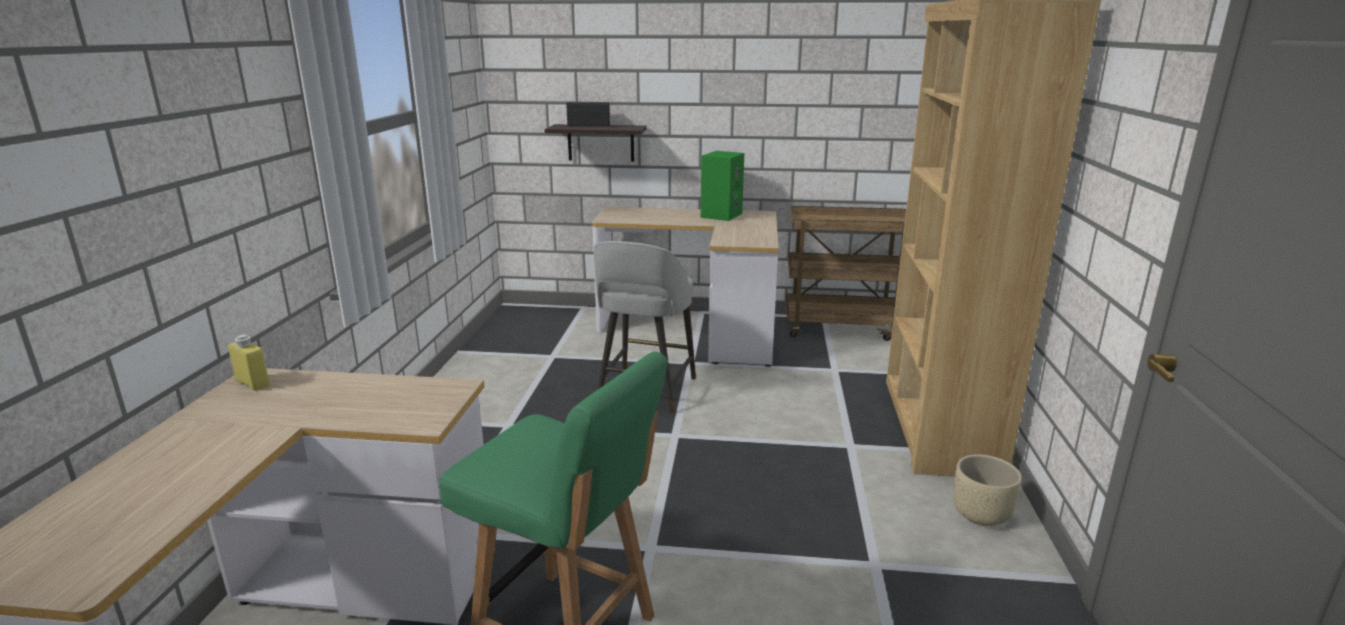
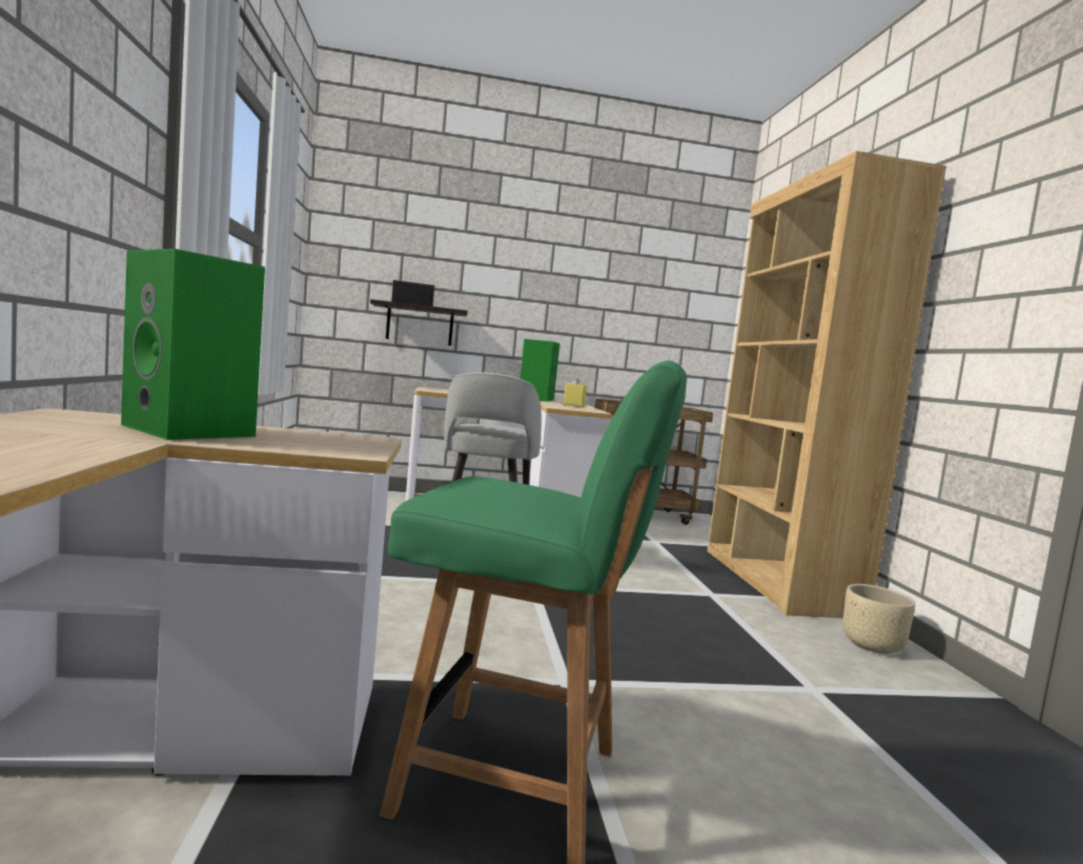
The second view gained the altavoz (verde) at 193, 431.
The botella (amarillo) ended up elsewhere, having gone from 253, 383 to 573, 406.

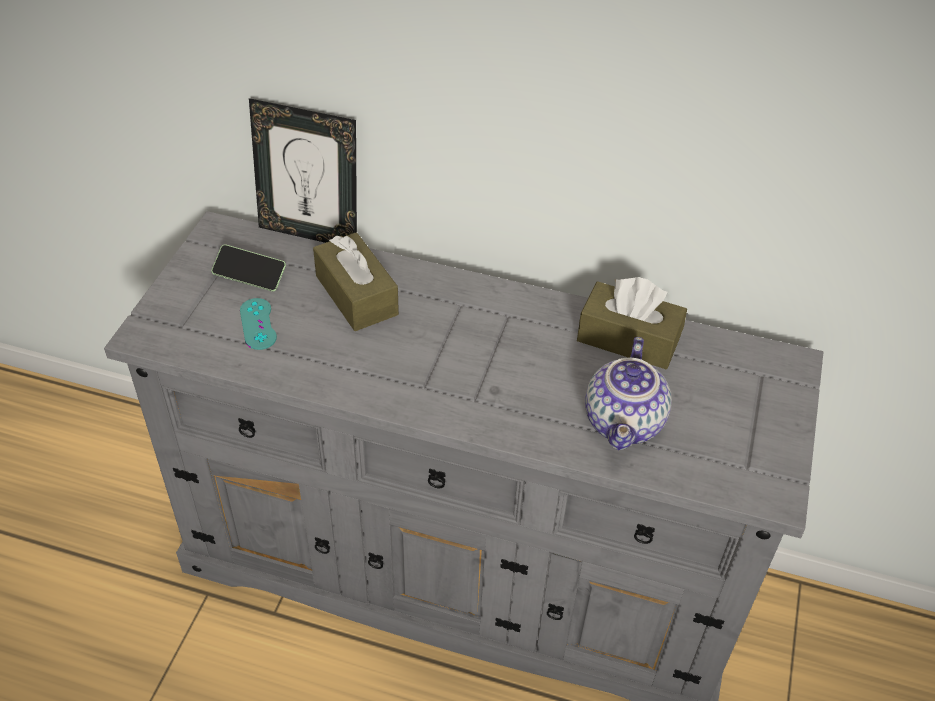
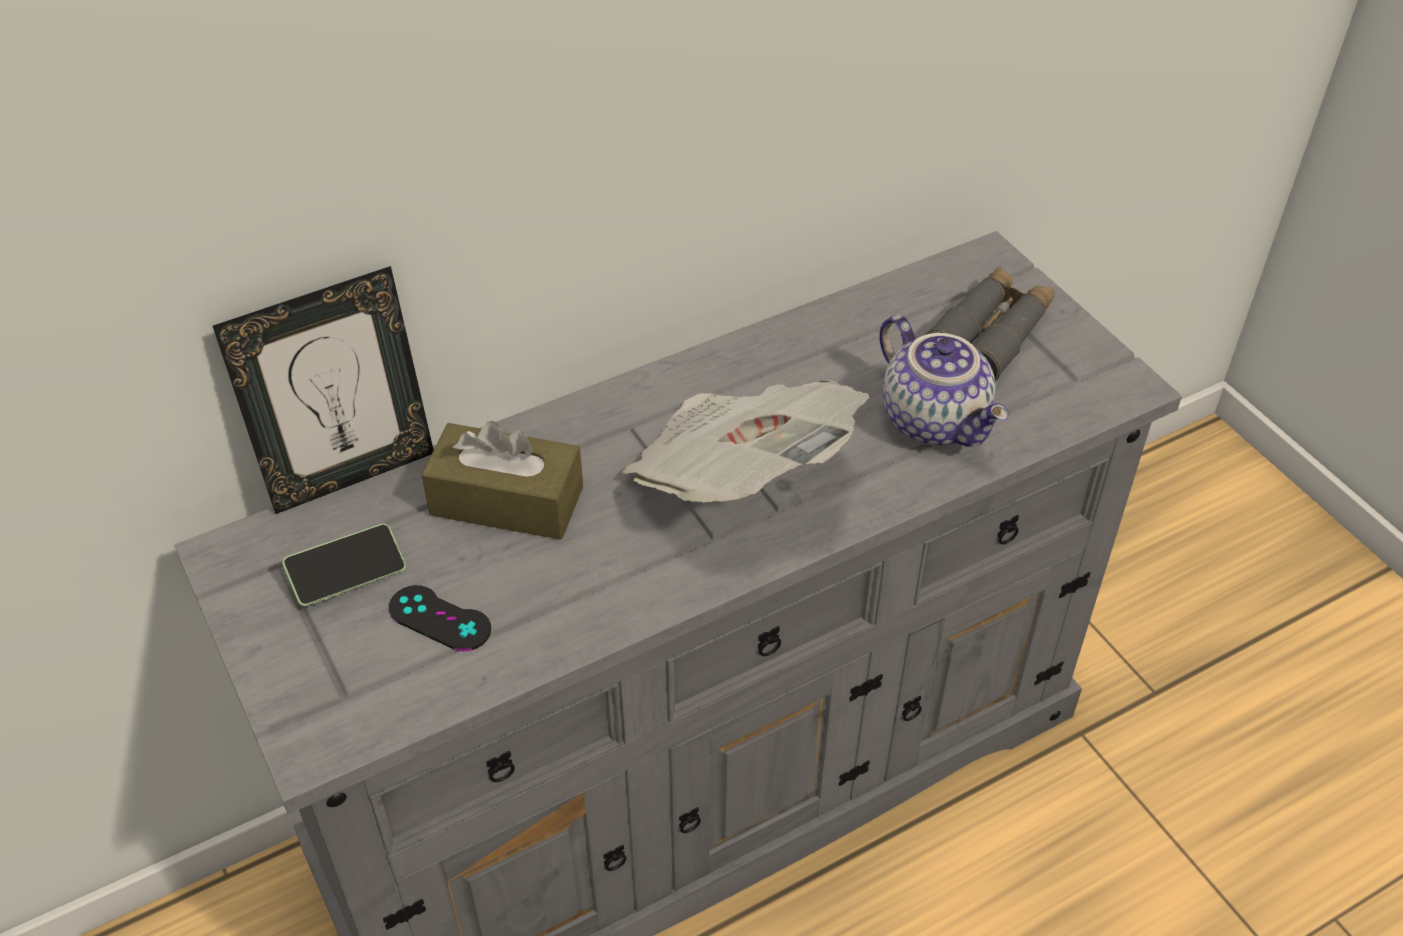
The second view lost the caja de pañuelos (marrón) at 628, 339.
The second view gained the periódico at 740, 477.
The second view gained the prismáticos (gris) at 990, 335.
What was the mando de consola (turquesa) at 258, 324 turned into the mando de consola (negro) at 440, 618.

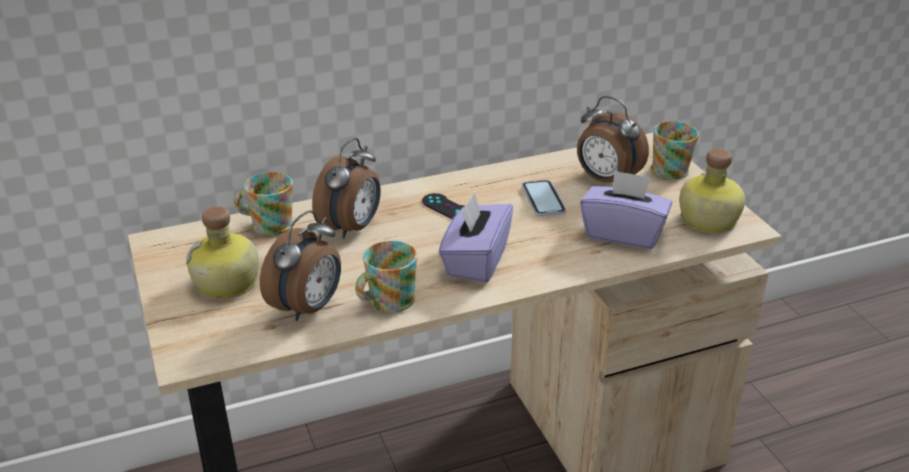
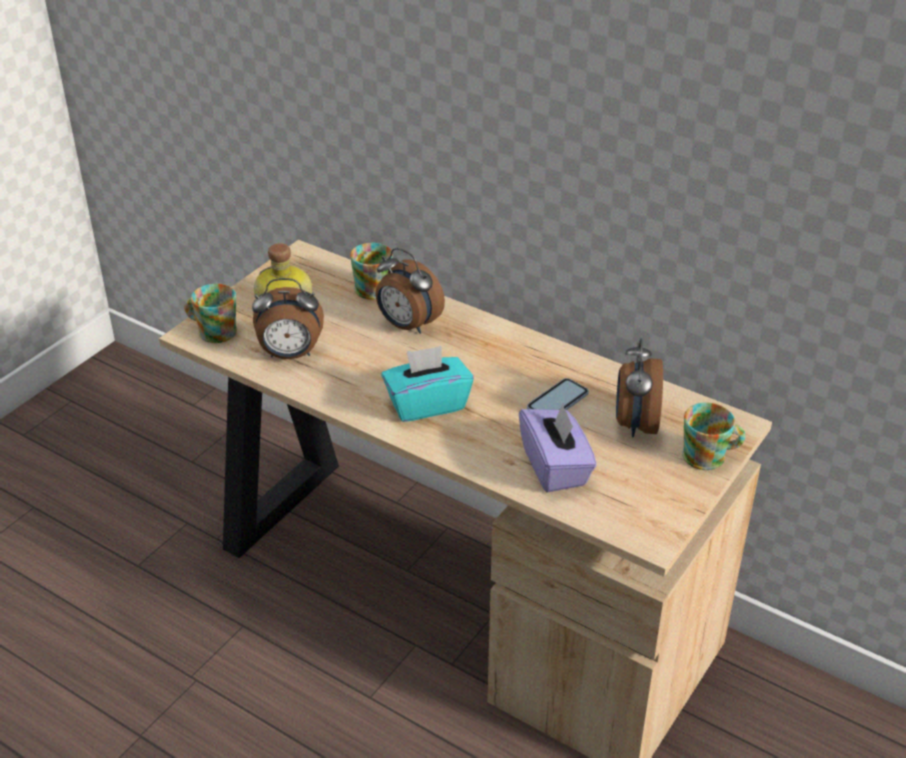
The second view lost the mando de consola (negro) at 446, 207.
The second view lost the botella at 706, 220.
The taza grande ended up elsewhere, having gone from 386, 301 to 213, 331.
What was the caja de pañuelos (morado) at 475, 261 turned into the caja de pañuelos (turquesa) at 427, 404.
The despertador at 352, 228 ended up facing another way, 45 degrees clockwise from before.

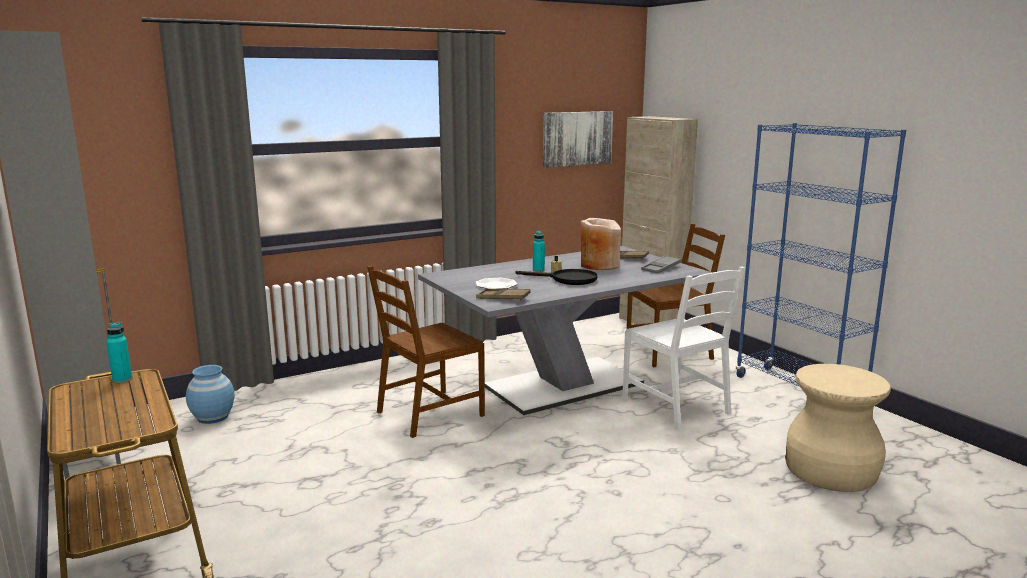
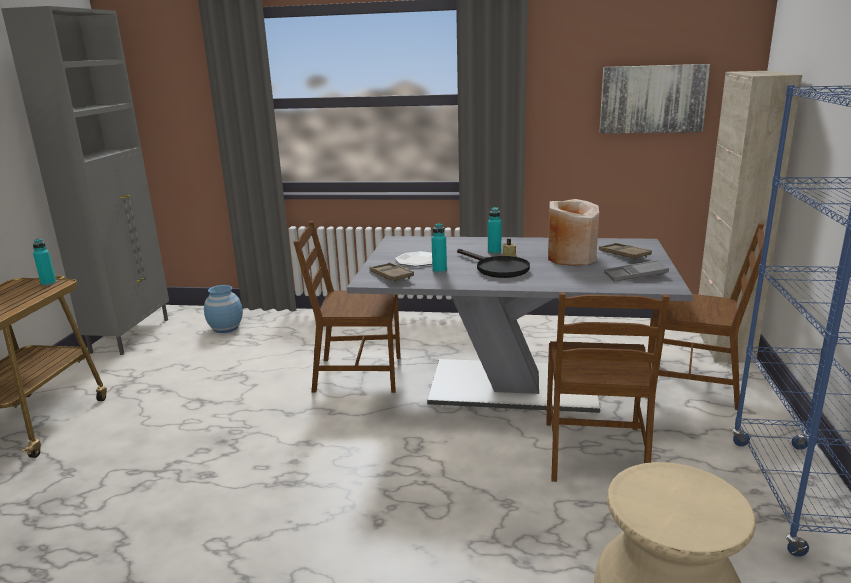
The second view gained the botella (turquesa) at 439, 271.
What was the silla (blanco) at 677, 406 turned into the silla (marrón) at 595, 453.

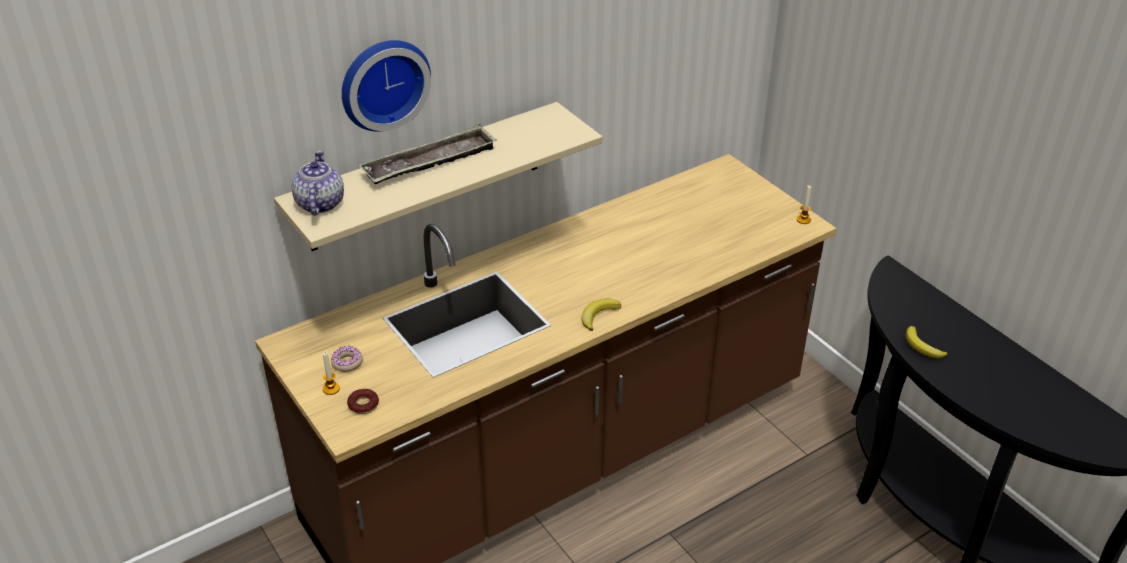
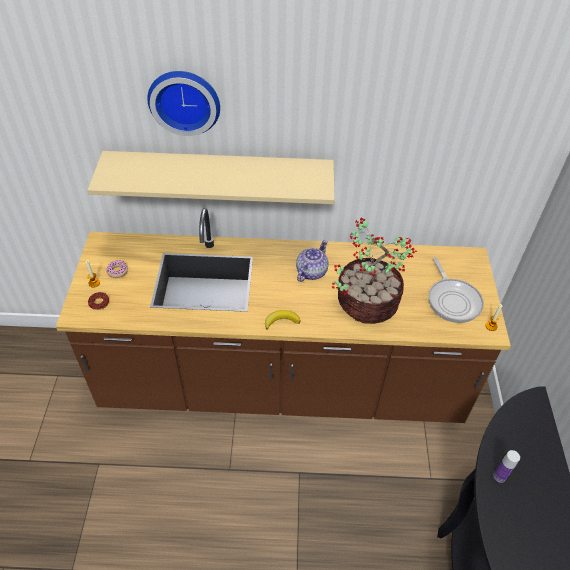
The second view lost the bandeja at 430, 162.
The second view gained the planta en maceta at 365, 303.
The second view gained the sartén at 452, 300.
The tetera ended up elsewhere, having gone from 319, 204 to 311, 272.
Where the plátano stood at 922, 347, the botella came to stand at 499, 476.

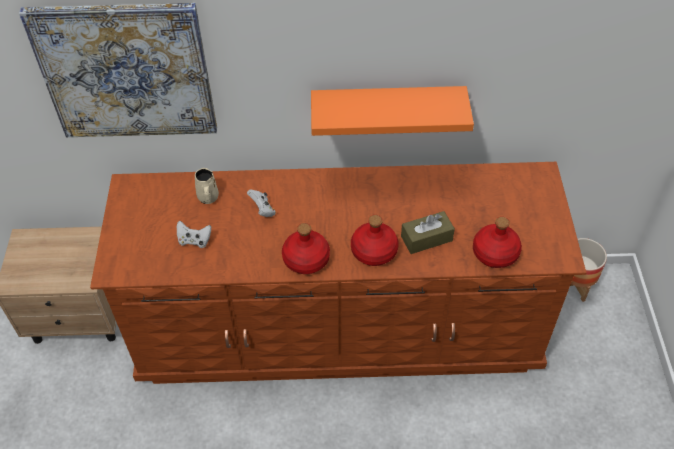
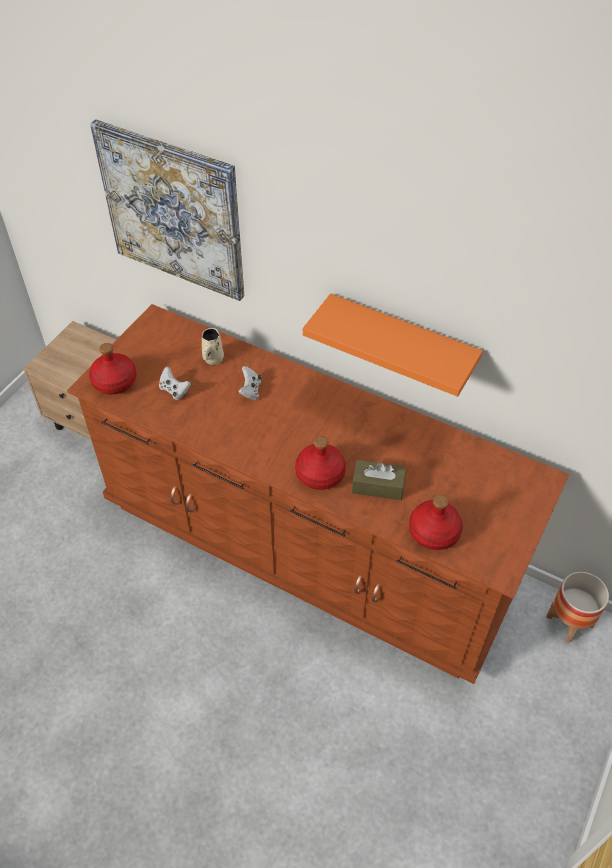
The botella (rojo) ended up elsewhere, having gone from 306, 260 to 115, 382.

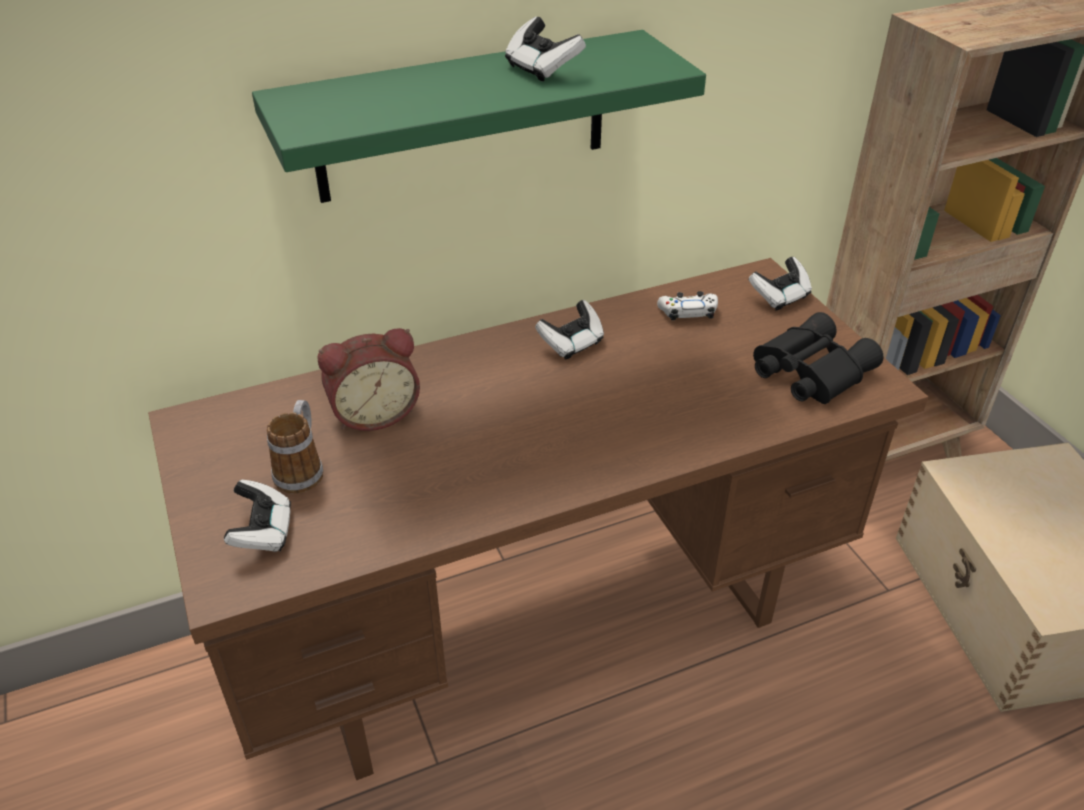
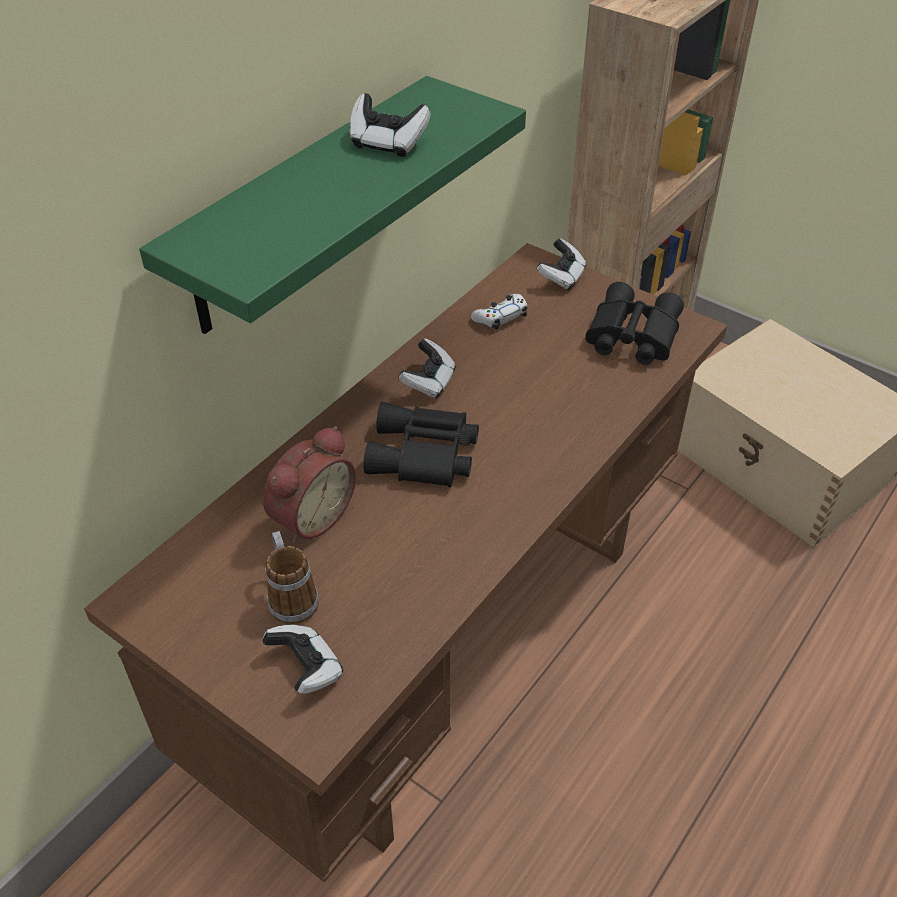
The second view gained the prismáticos (negro) at 424, 456.

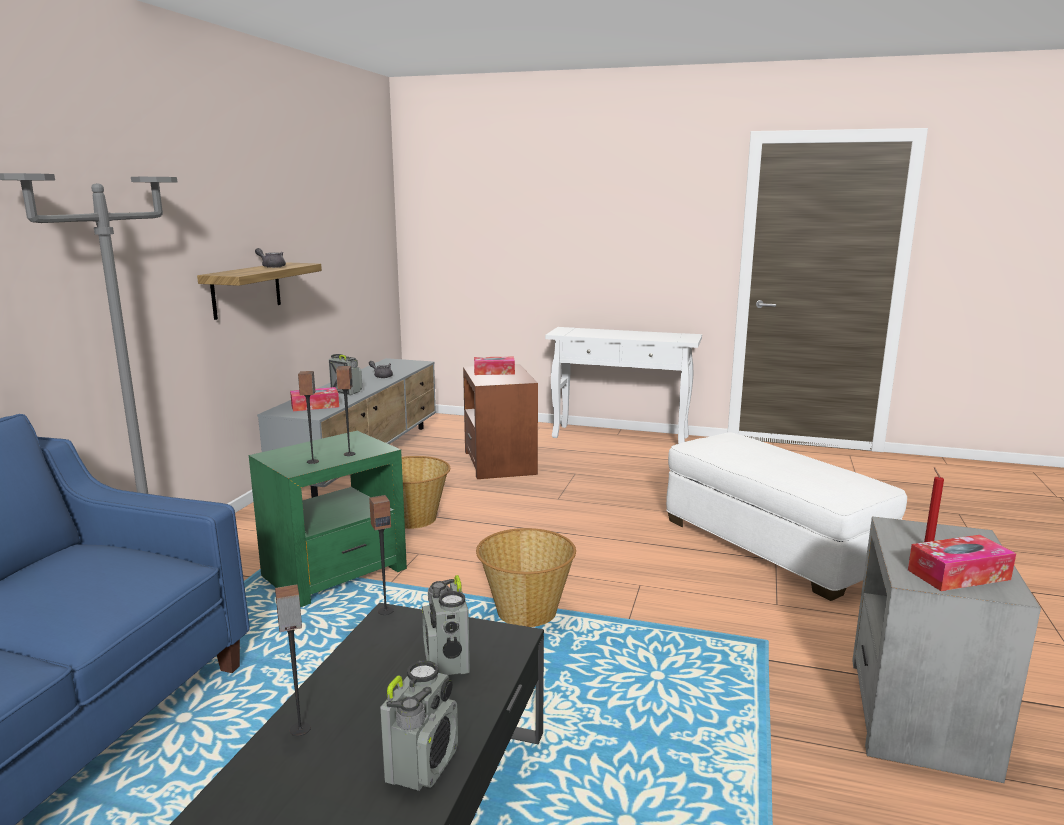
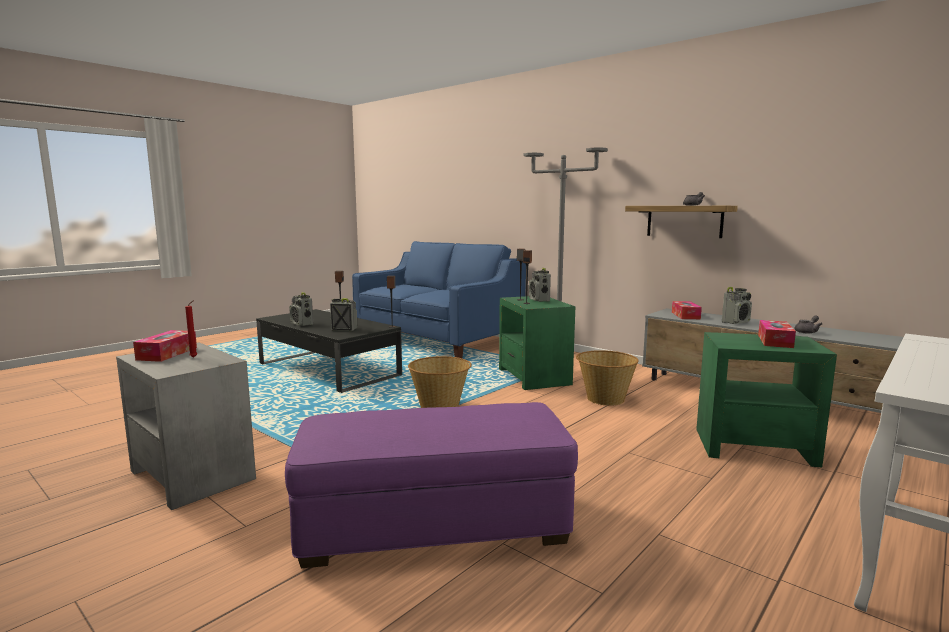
The second view gained the radio at 539, 300.
What was the mesa auxiliar (marrón) at 499, 463 turned into the mesa auxiliar (verde) at 753, 446.
What was the puf (blanco) at 770, 546 turned into the puf (morado) at 433, 524.

